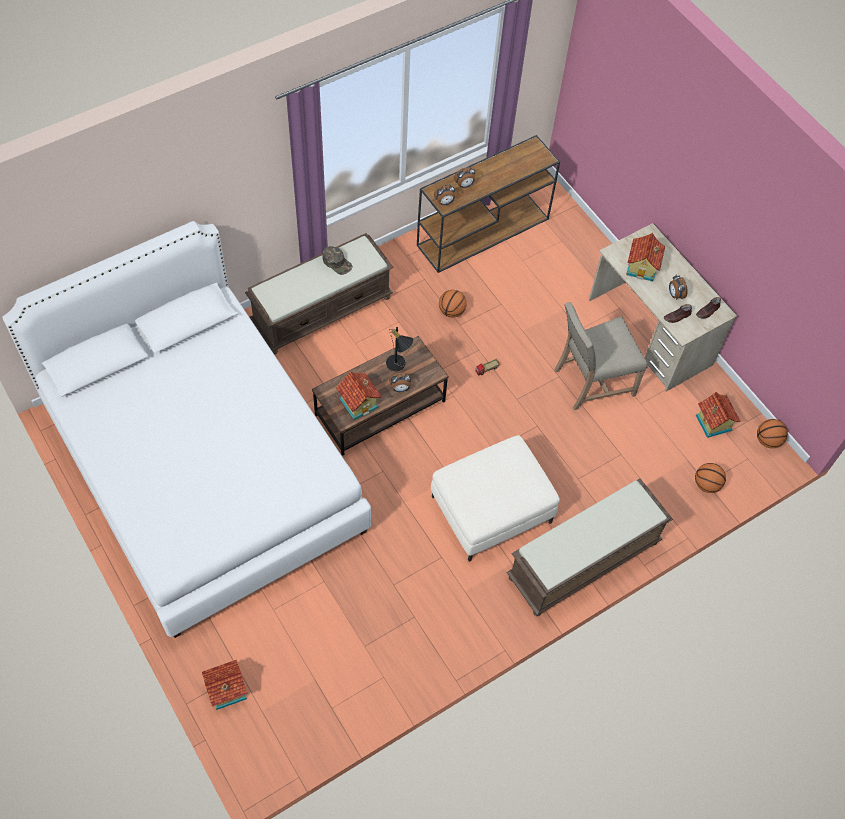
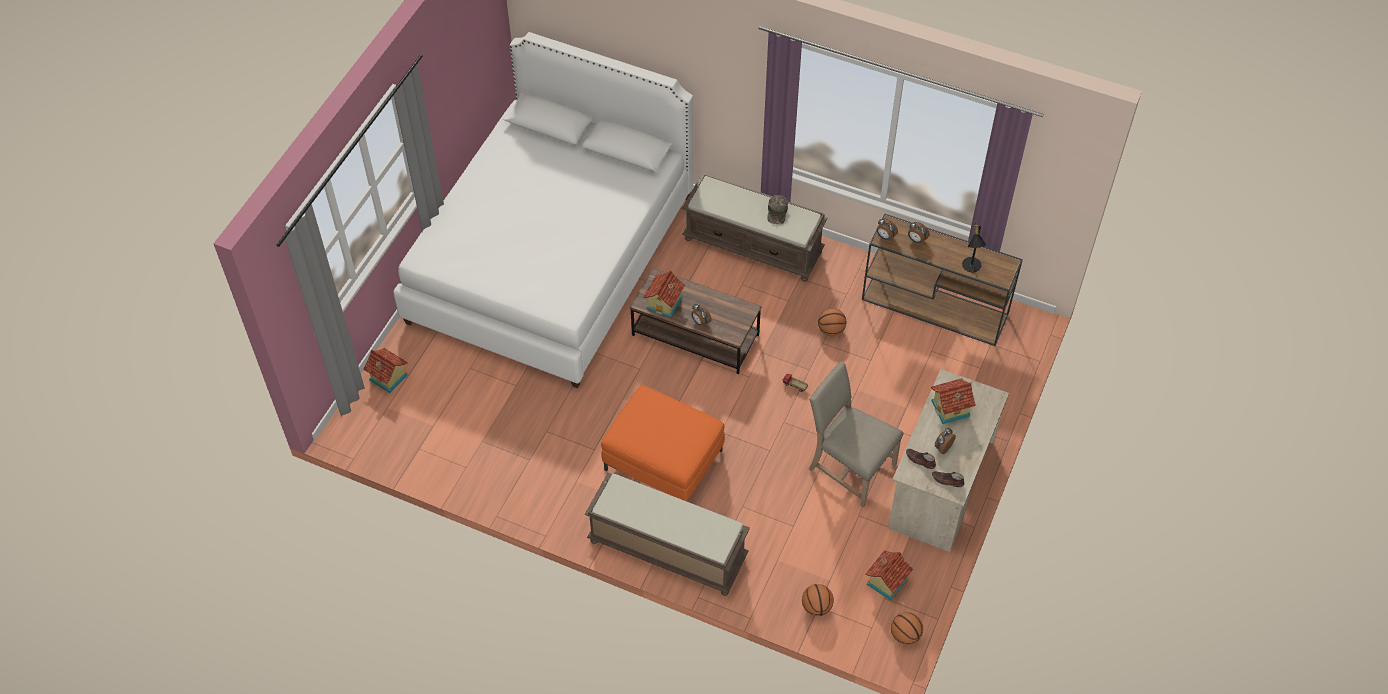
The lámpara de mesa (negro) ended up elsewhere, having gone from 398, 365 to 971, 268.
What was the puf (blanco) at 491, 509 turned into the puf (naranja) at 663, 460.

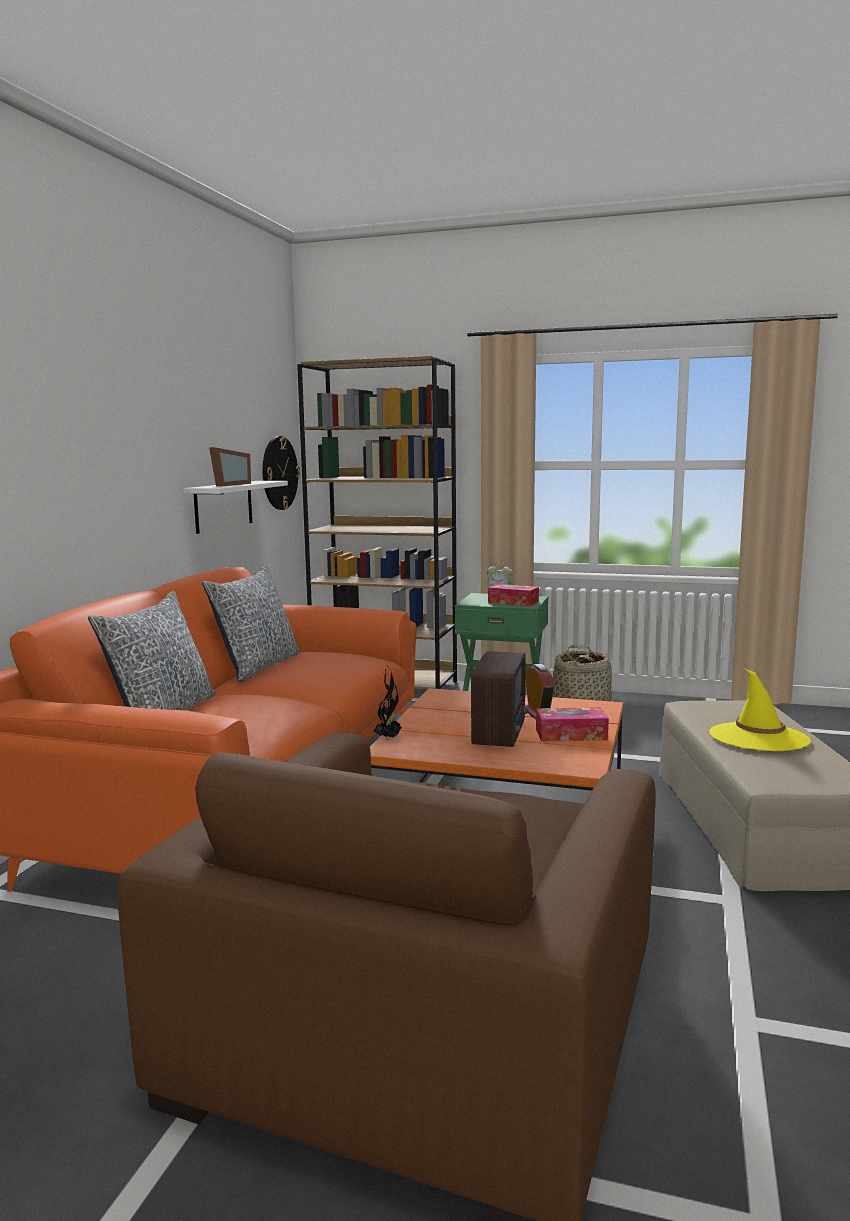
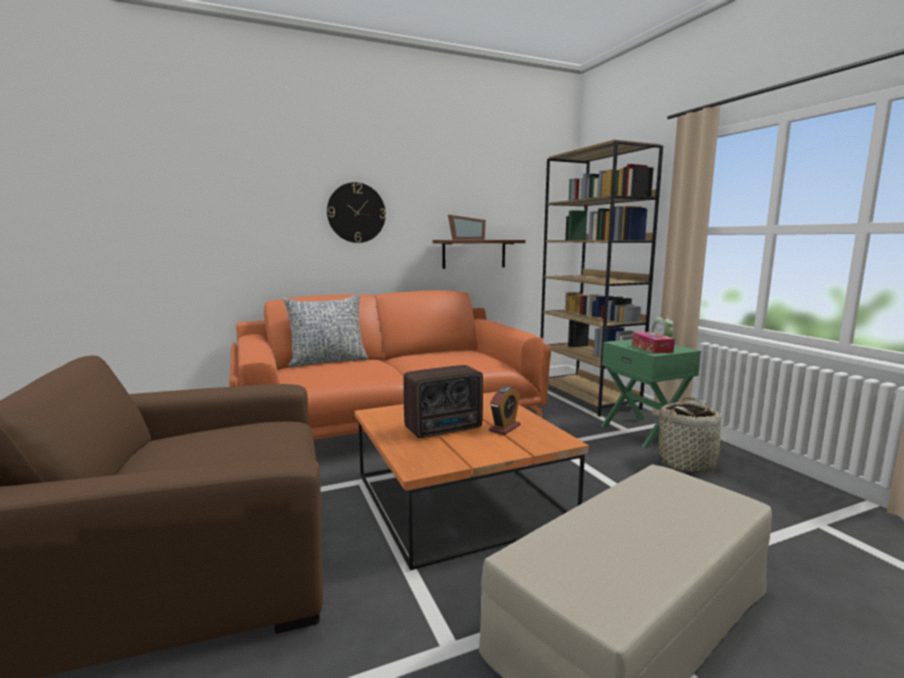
The second view lost the cojín at 257, 666.
The second view lost the planta en maceta at 389, 738.
The second view lost the caja de pañuelos at 571, 734.
The second view lost the sombrero (amarillo) at 758, 737.
The reloj de pared ended up elsewhere, having gone from 279, 473 to 356, 213.
What was the estante (blanco) at 224, 506 turned into the estante (marrón) at 474, 254.

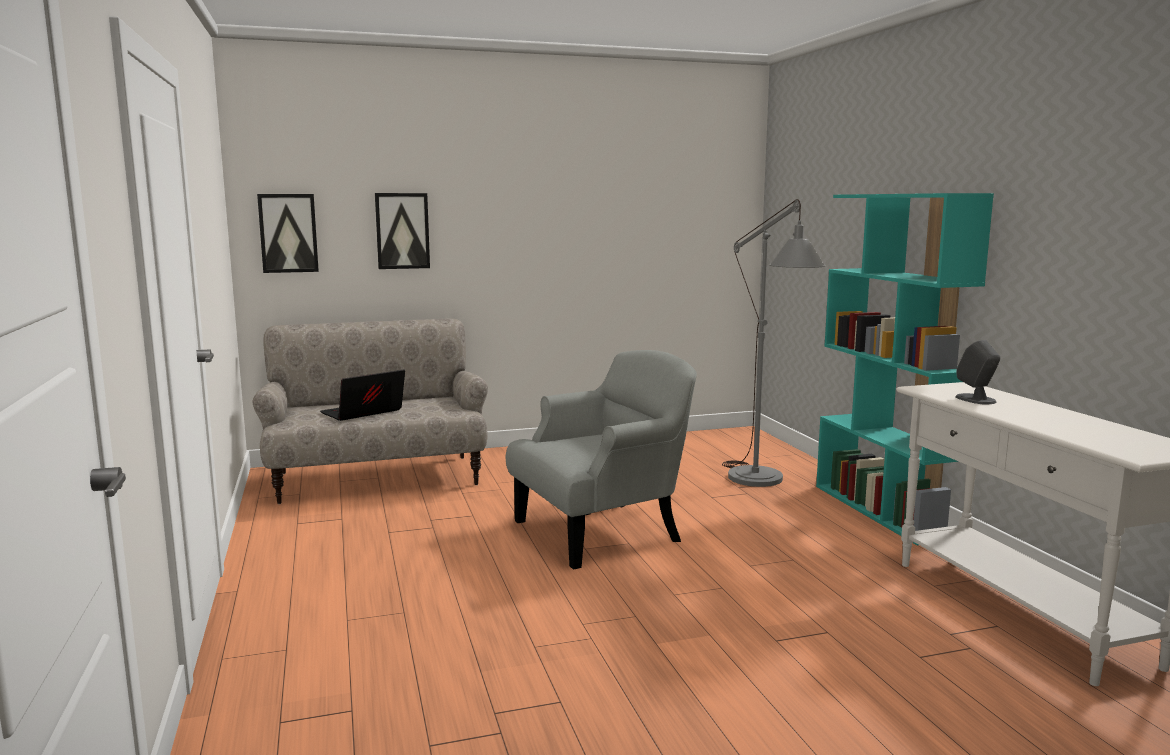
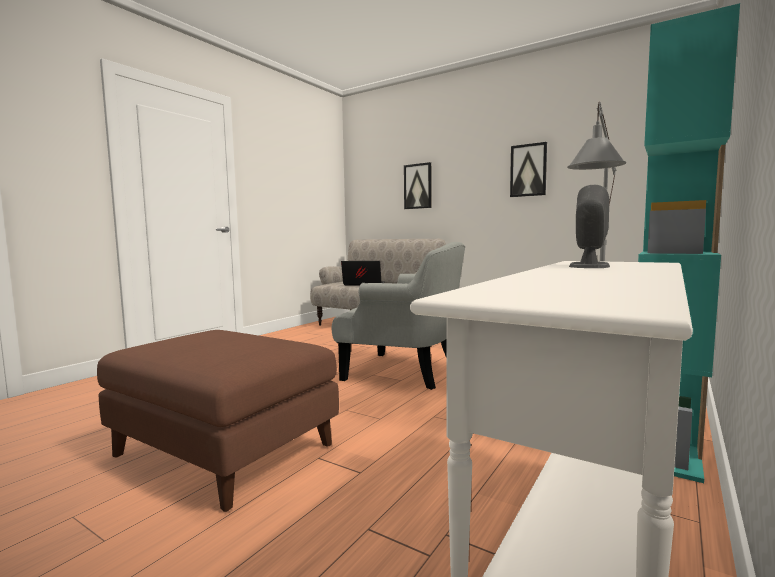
The second view gained the puf (marrón) at 222, 451.
The cuadro ended up elsewhere, having gone from 288, 233 to 528, 170.

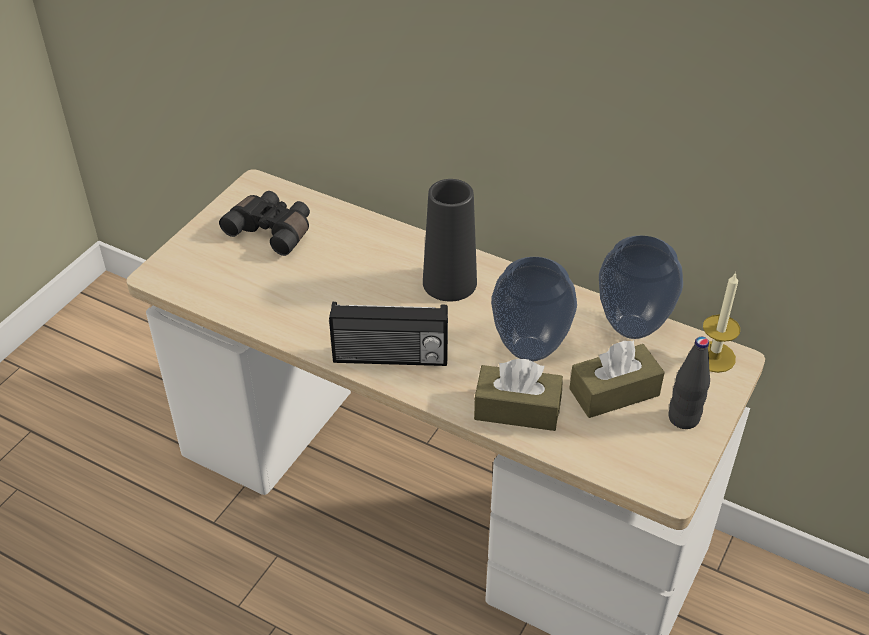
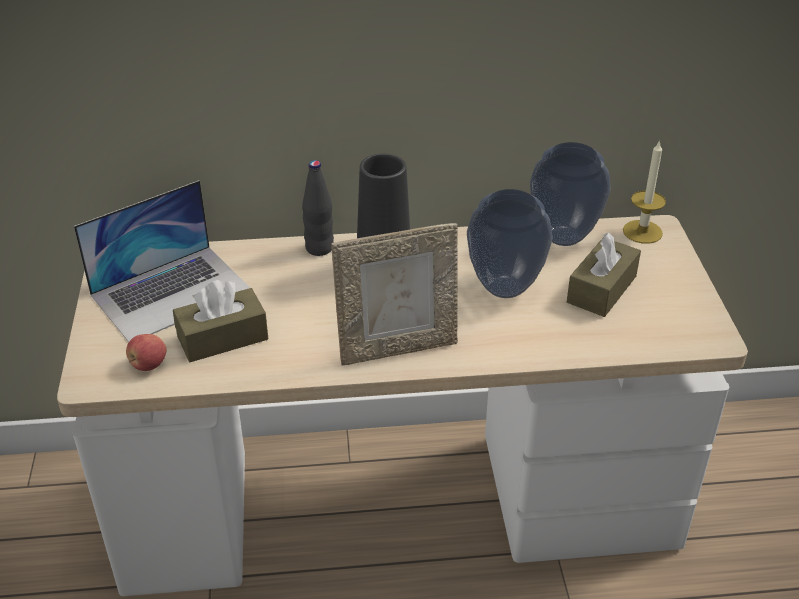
The second view gained the manzana at 148, 365.
The caja de pañuelos (marrón) ended up elsewhere, having gone from 517, 409 to 222, 338.
The botella (negro) ended up elsewhere, having gone from 683, 418 to 319, 248.
Where the prismáticos (negro) stood at 272, 230, the portátil came to stand at 172, 292.
Where the radio stood at 390, 358, the portarretratos came to stand at 397, 348.

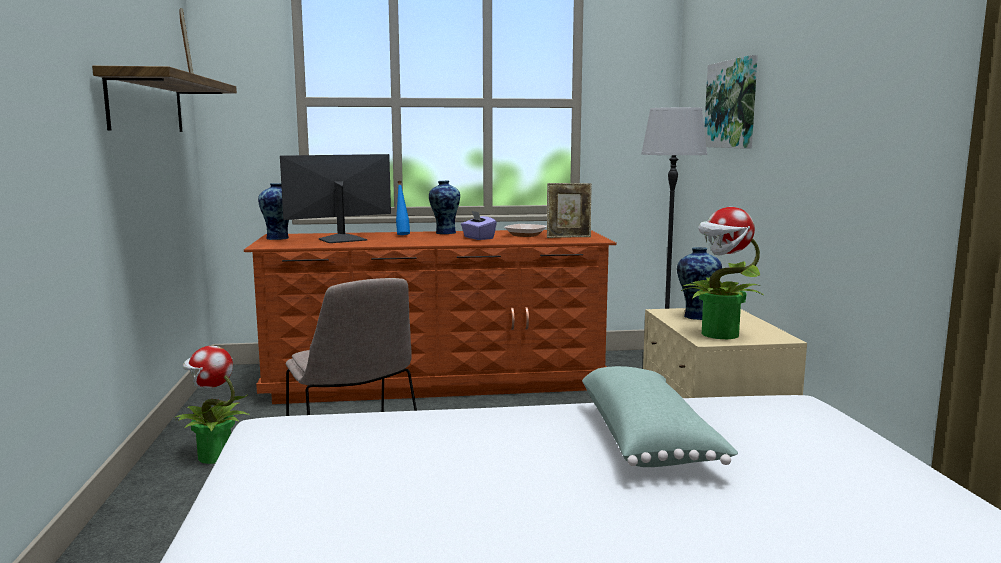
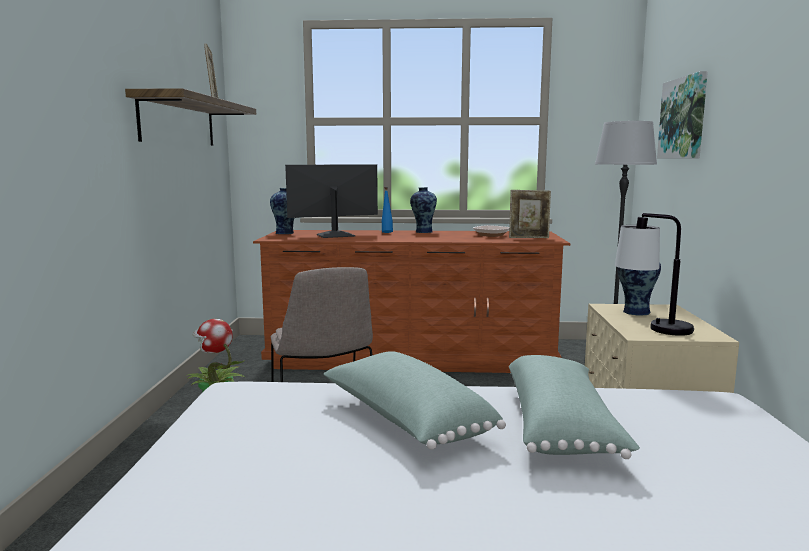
The second view lost the caja de pañuelos (morado) at 478, 238.
The second view gained the cojín (verde) at 405, 420.
Where the planta en maceta stood at 719, 334, the lámpara de mesa came to stand at 652, 330.

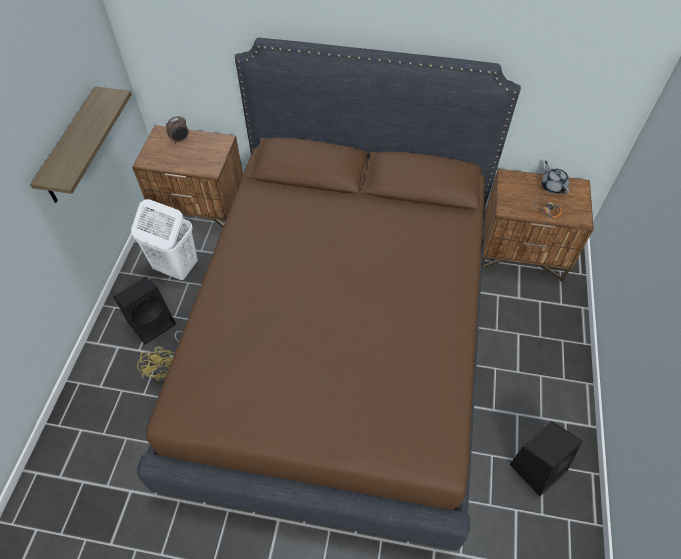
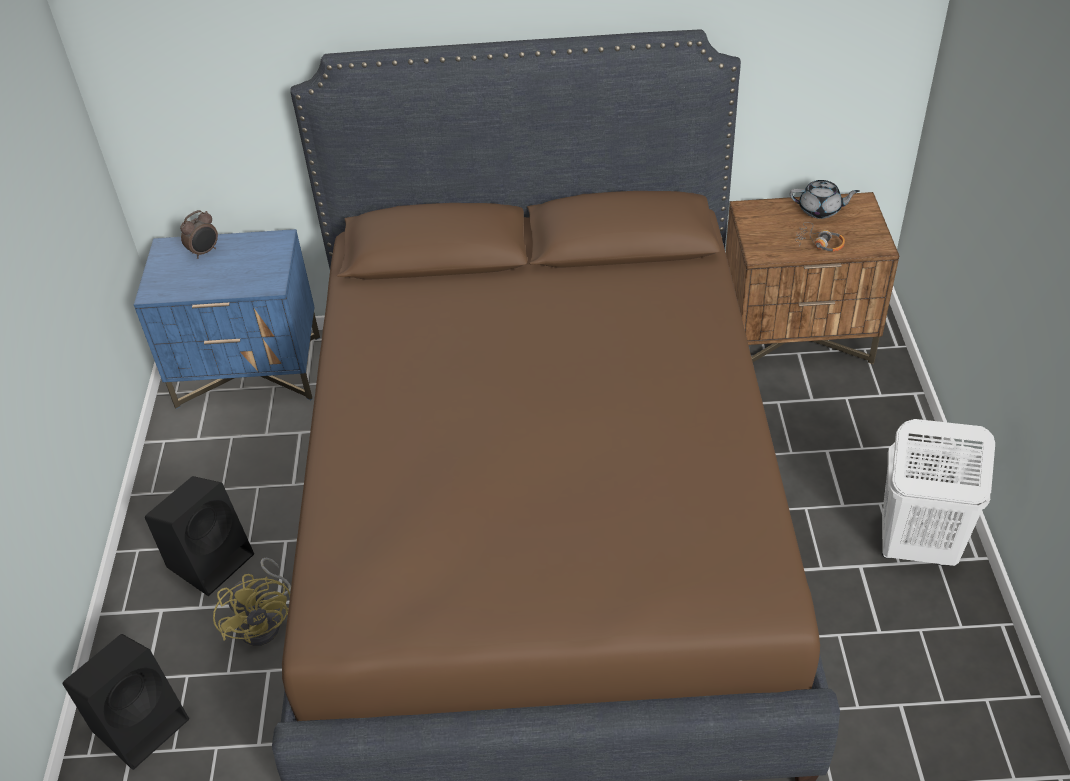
The second view lost the estante at 72, 147.
The cesto de la ropa (blanco) ended up elsewhere, having gone from 176, 267 to 915, 547.
The altavoz (negro) ended up elsewhere, having gone from 538, 466 to 142, 723.
What was the mesita de noche (marrón) at 202, 209 turned into the mesita de noche (azul) at 250, 371.
The tetera (gris) at 552, 186 ended up facing another way, 135 degrees clockwise from before.

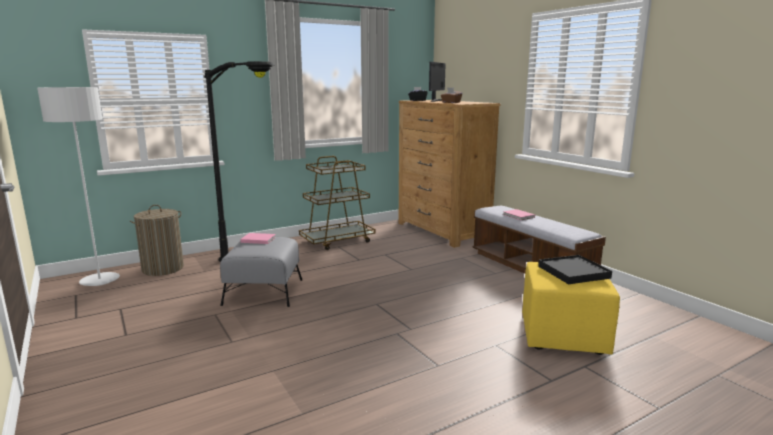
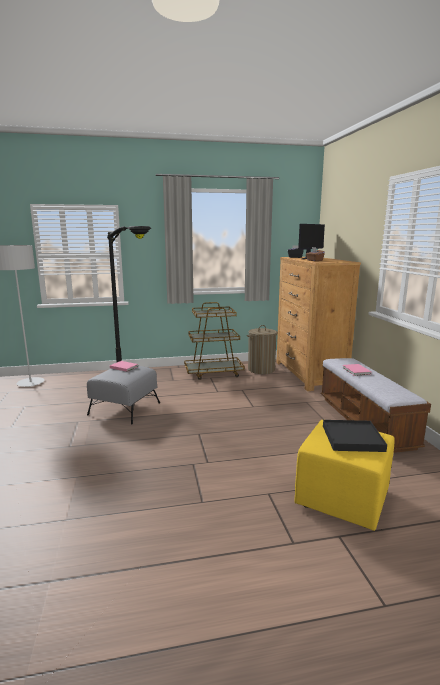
The cesto de la ropa ended up elsewhere, having gone from 163, 268 to 261, 369.

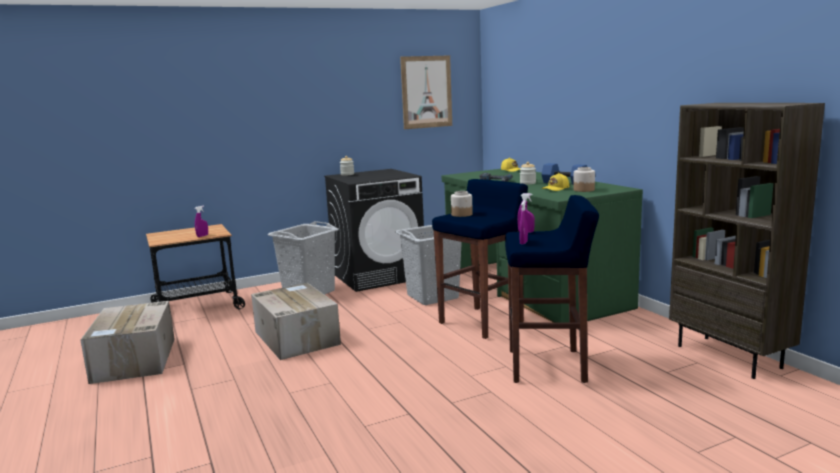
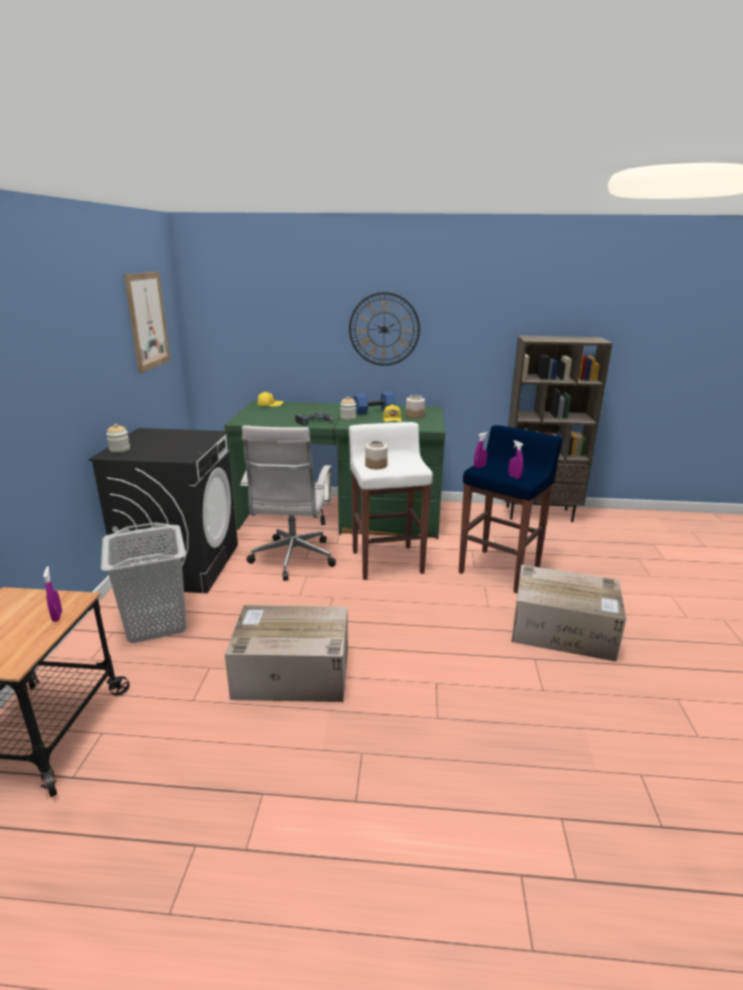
The second view gained the reloj de pared at 384, 329.
The caja de cartón ended up elsewhere, having gone from 134, 360 to 564, 630.
Where the cesto de la ropa (gris) stood at 432, 296, the silla de oficina (blanco) came to stand at 292, 560.
What was the taburete (azul) at 482, 322 turned into the taburete (blanco) at 387, 562.

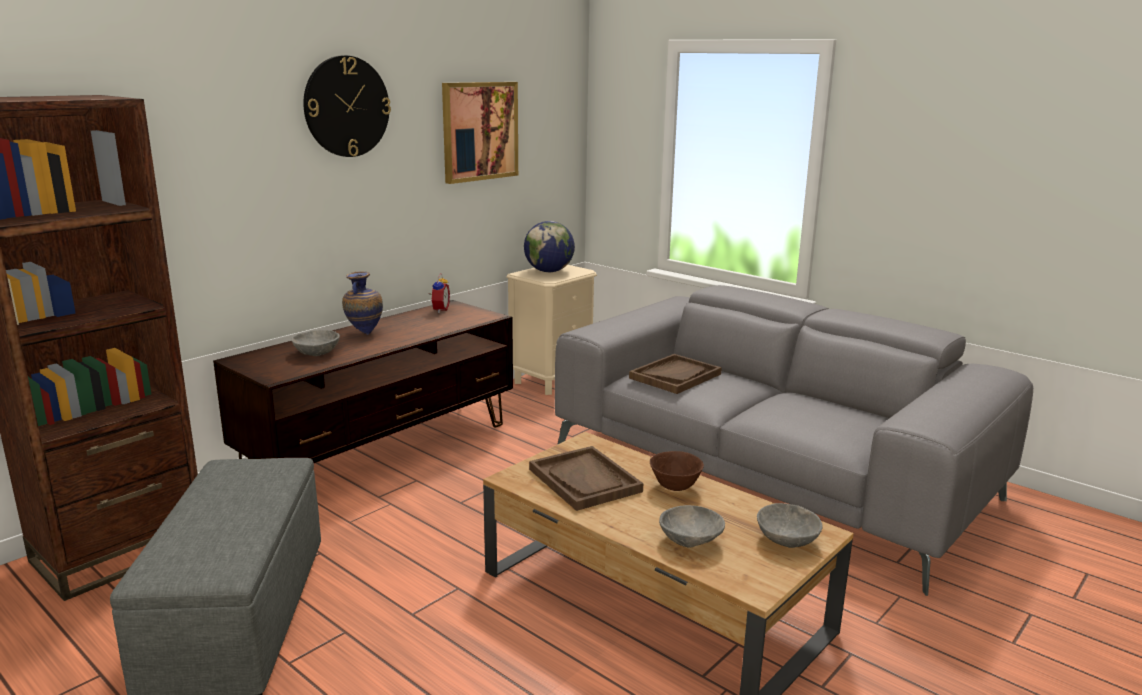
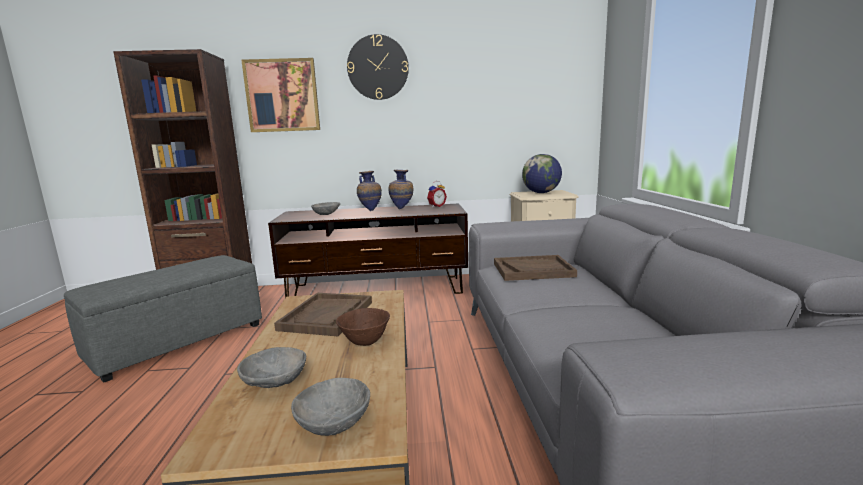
The second view gained the florero at 402, 208.
The cuadro ended up elsewhere, having gone from 479, 131 to 282, 96.

